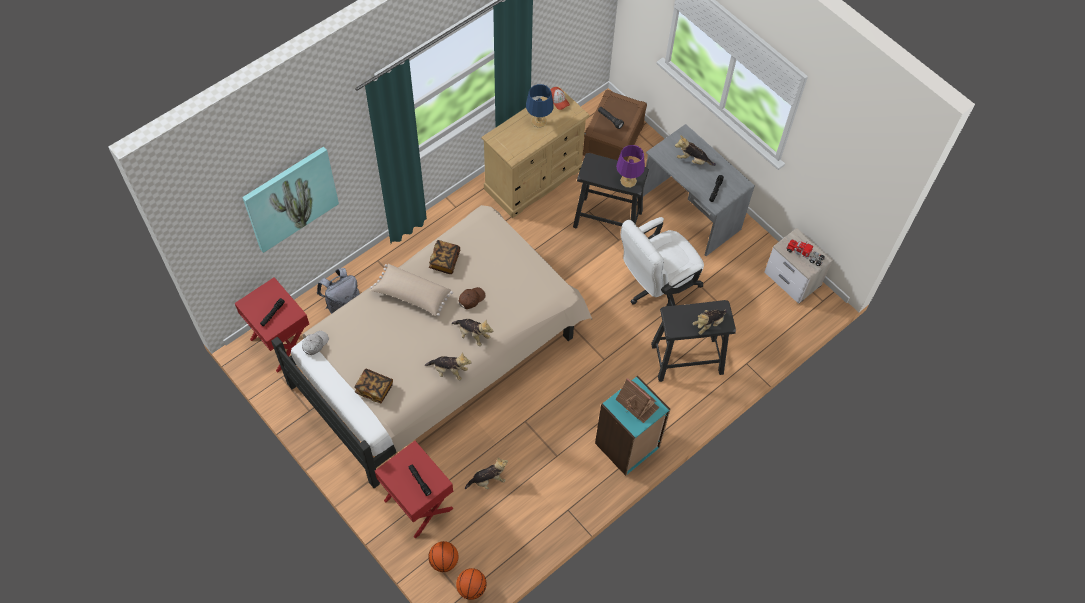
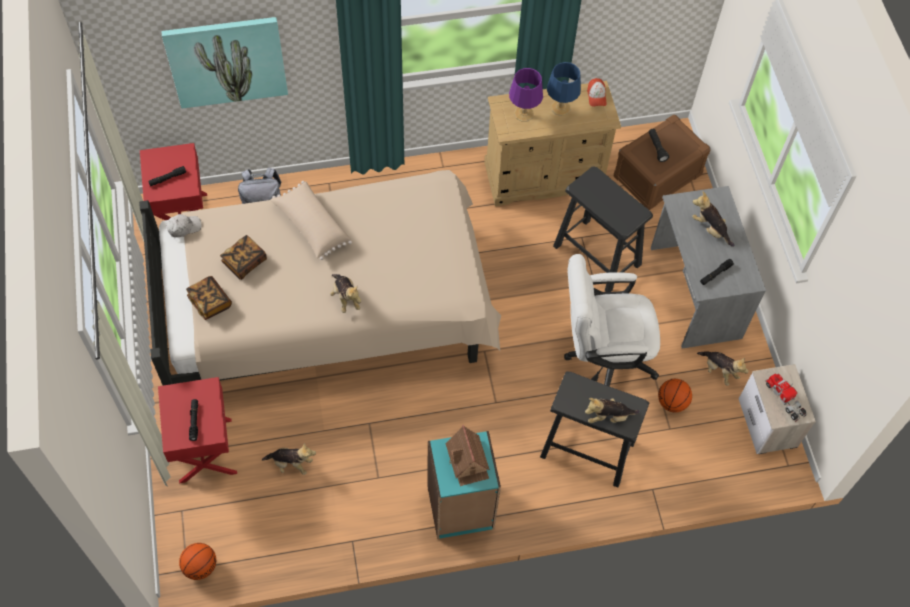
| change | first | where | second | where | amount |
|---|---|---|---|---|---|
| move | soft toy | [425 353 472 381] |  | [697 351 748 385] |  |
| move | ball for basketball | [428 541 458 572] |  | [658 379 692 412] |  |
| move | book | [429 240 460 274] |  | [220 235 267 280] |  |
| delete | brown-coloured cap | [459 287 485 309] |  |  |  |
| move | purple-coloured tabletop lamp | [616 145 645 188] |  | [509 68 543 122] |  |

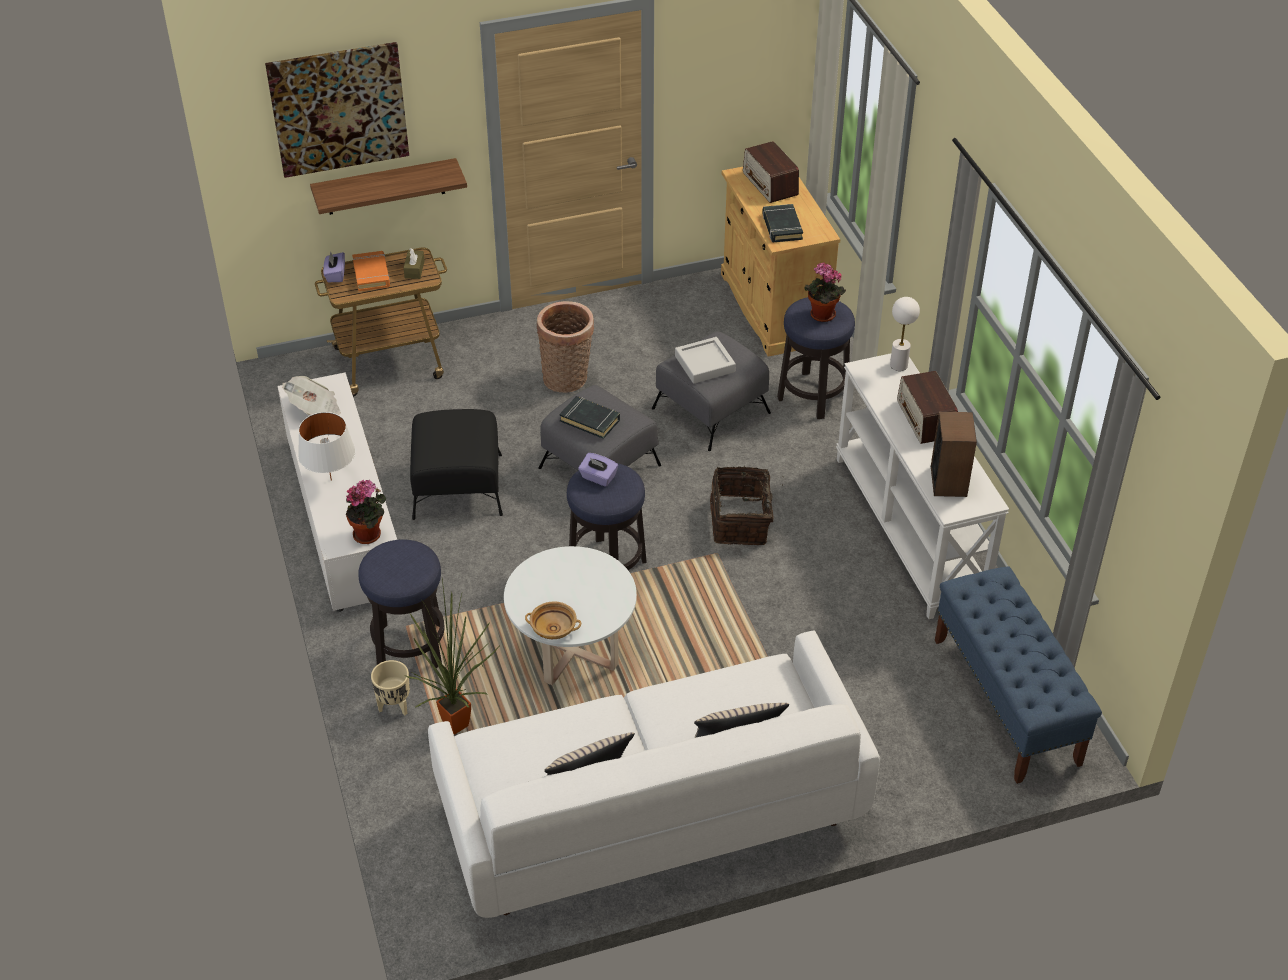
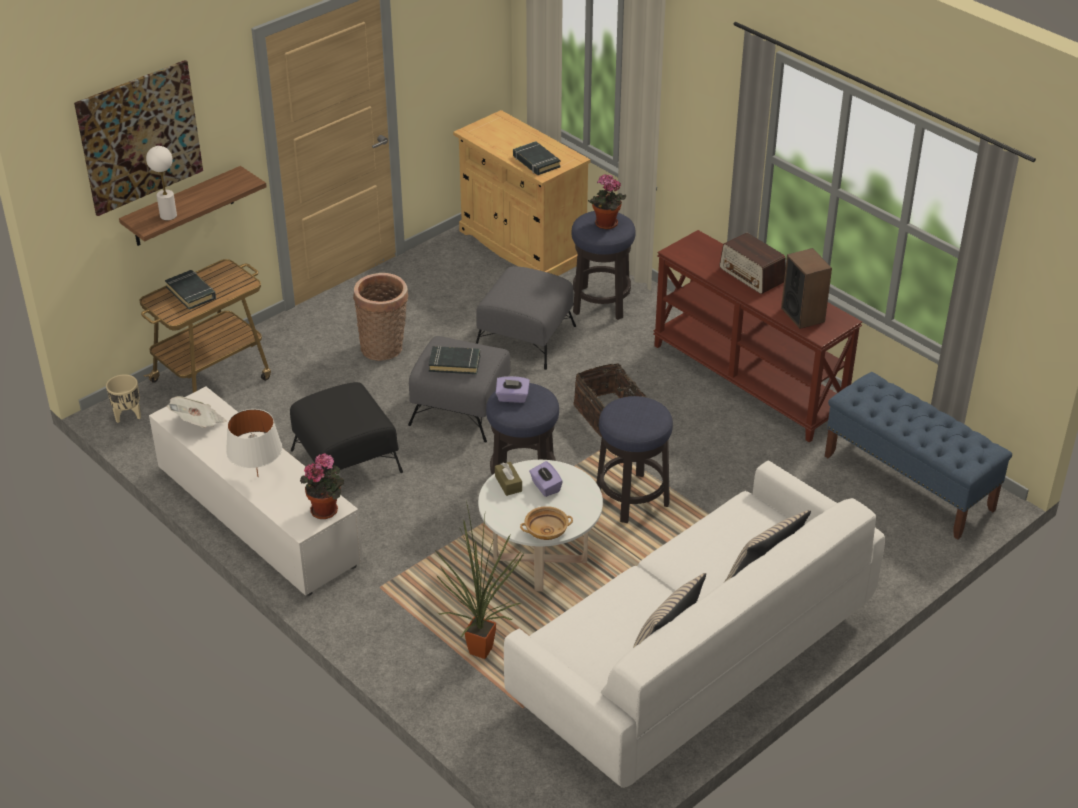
| change | first | where | second | where | amount |
|---|---|---|---|---|---|
| move | purple-coloured tissue holder | [323 251 345 282] |  | [529 461 563 497] |  |
| recolor | orange book | [352 251 390 291] | black-coloured book | [165 270 216 310] |  |
| move | stool seat | [358 539 445 668] |  | [597 396 673 523] |  |
| move | sand-coloured flower pot | [371 660 410 715] |  | [106 374 141 423] |  |
| move | brown-coloured tissue holder | [403 248 425 279] |  | [495 462 522 496] |  |
| delete | gray serving tray | [675 337 736 384] |  |  |  |
| delete | radio | [743 141 799 203] |  |  |  |
| recolor | whitish narrow table | [836 353 1009 619] | brown-coloured narrow table | [653 230 862 442] |  |
| move | whitish tabletop lamp | [890 297 920 371] |  | [146 146 177 220] |  |

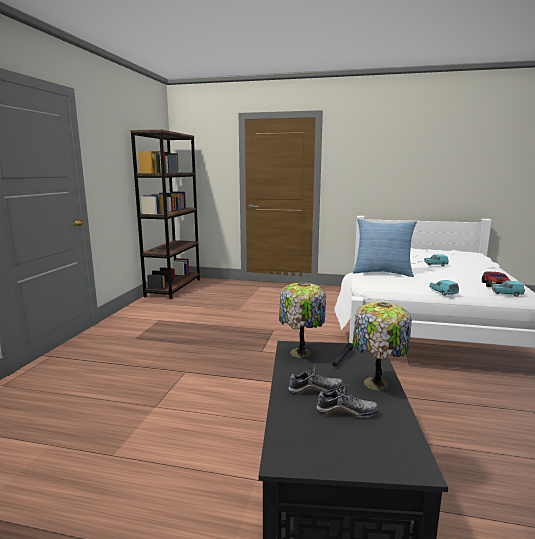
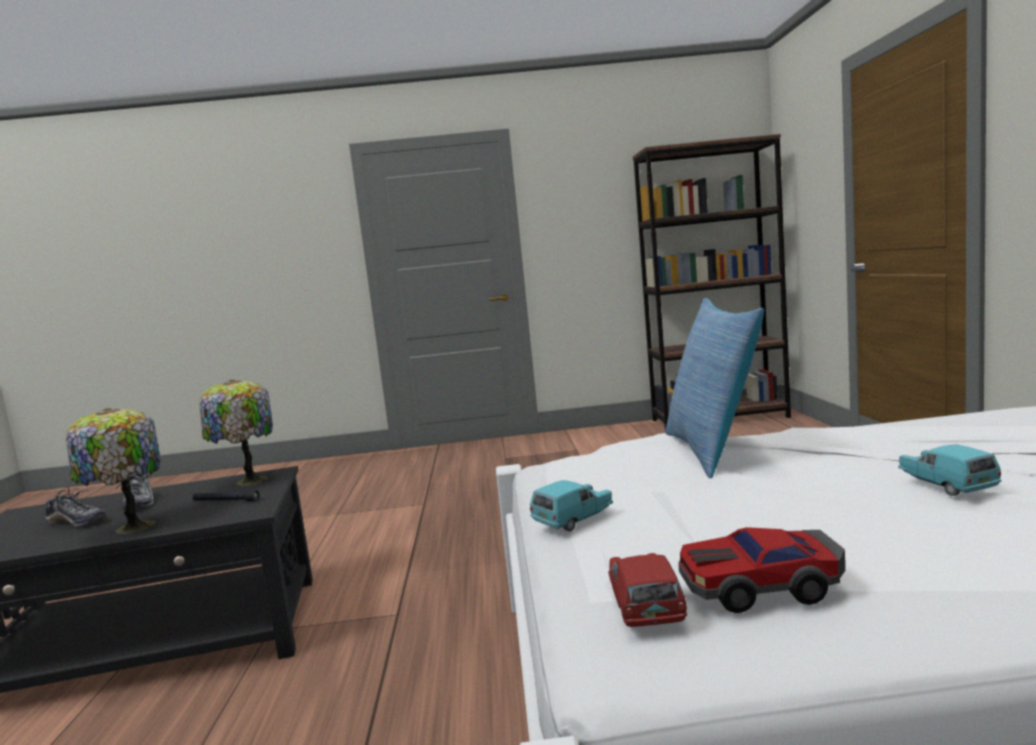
| change | first | where | second | where | amount |
|---|---|---|---|---|---|
| rotate | item of footwear | [316 384 379 418] |  | [45 487 106 526] | 60 degrees counterclockwise |
| recolor | blue-green model car | [491 281 525 297] | red model car | [608 553 687 627] |  |

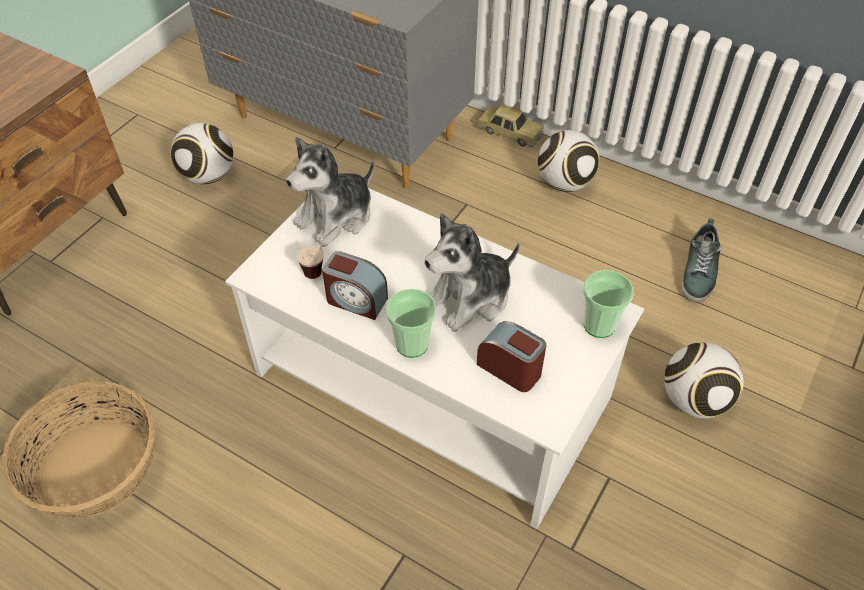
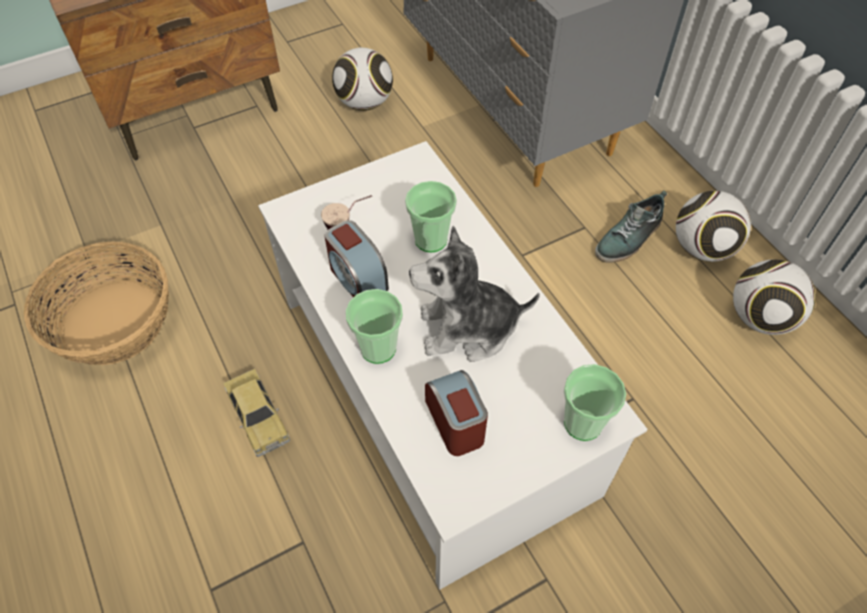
| change | first | where | second | where | amount |
|---|---|---|---|---|---|
| delete | soft toy | [286 137 374 247] |  |  |  |
| move | model car | [478 104 544 147] |  | [223 369 290 457] |  |
| move | football ball | [664 342 744 419] |  | [733 259 816 335] |  |
| move | item of footwear | [682 218 721 303] |  | [595 190 667 263] |  |
| insert |  |  | cup | [405 181 457 252] |  |

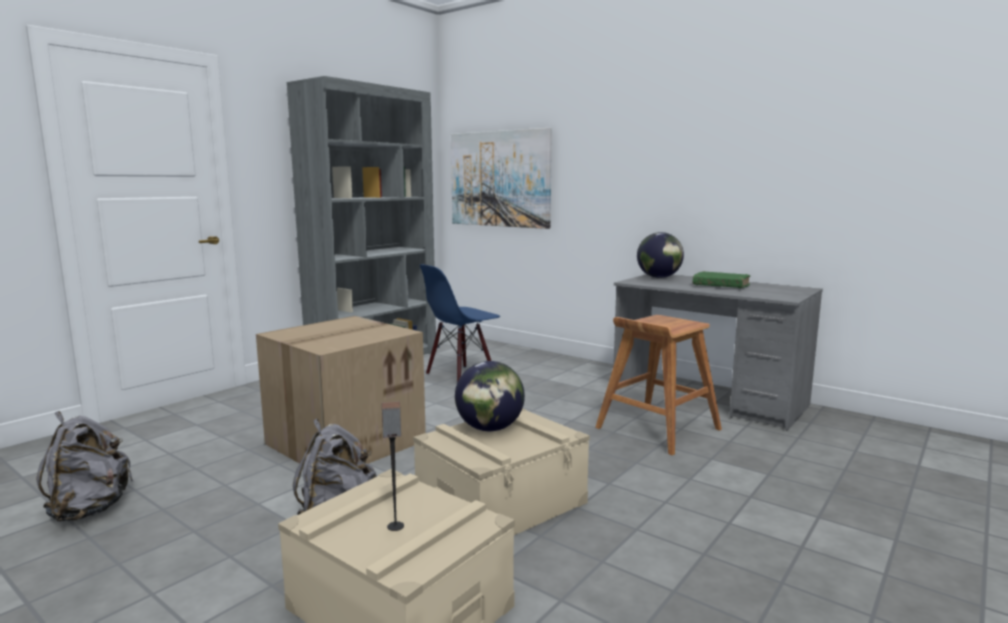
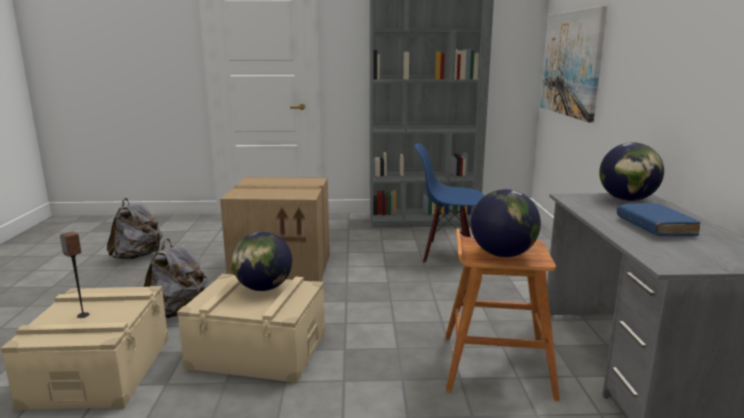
| change | first | where | second | where | amount |
|---|---|---|---|---|---|
| recolor | green book | [693 271 750 288] | blue-coloured book | [617 203 701 236] |  |
| insert |  |  | world globe | [471 189 541 257] |  |

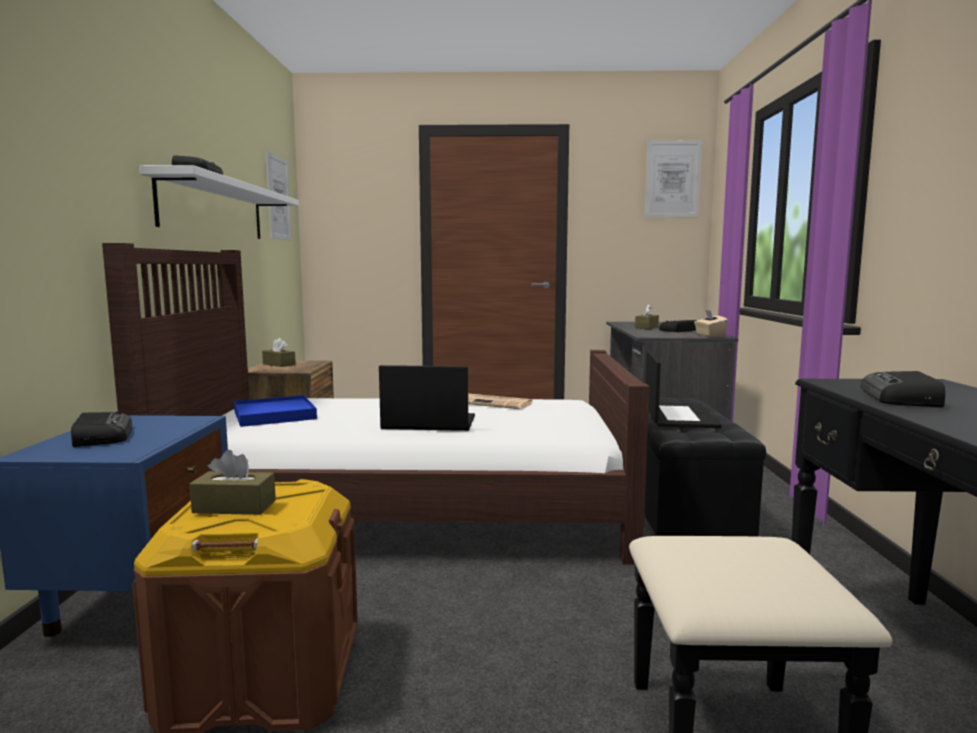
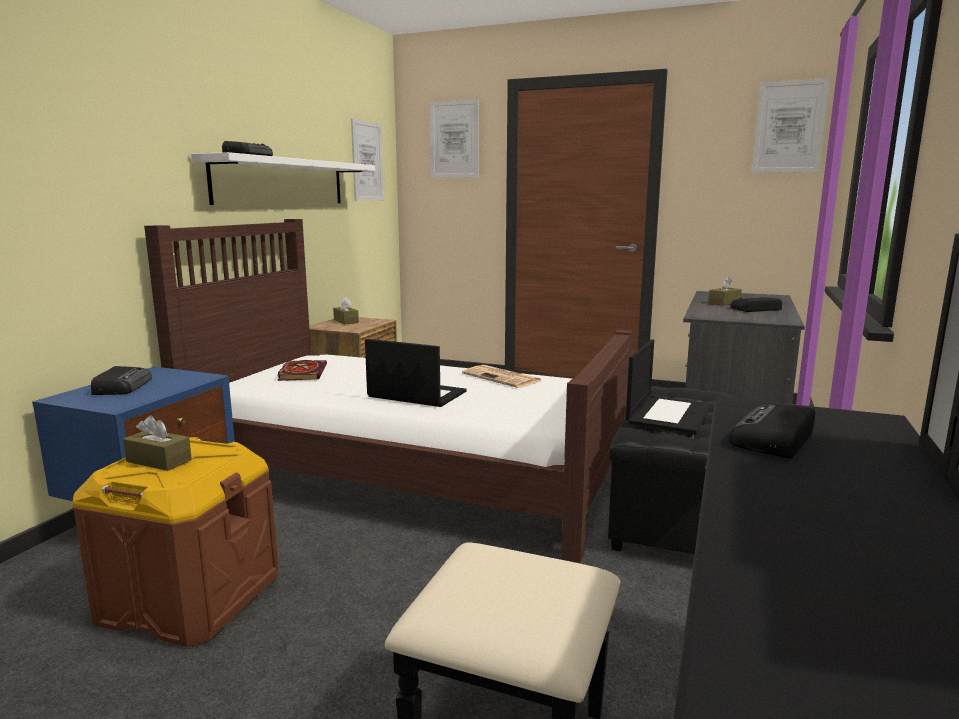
| change | first | where | second | where | amount |
|---|---|---|---|---|---|
| replace | blue-coloured serving tray | [234 395 317 427] | book | [277 360 327 381] |  |
| delete | sand-coloured tissue holder | [694 310 728 337] |  |  |  |
| insert |  |  | picture | [430 99 479 178] |  |

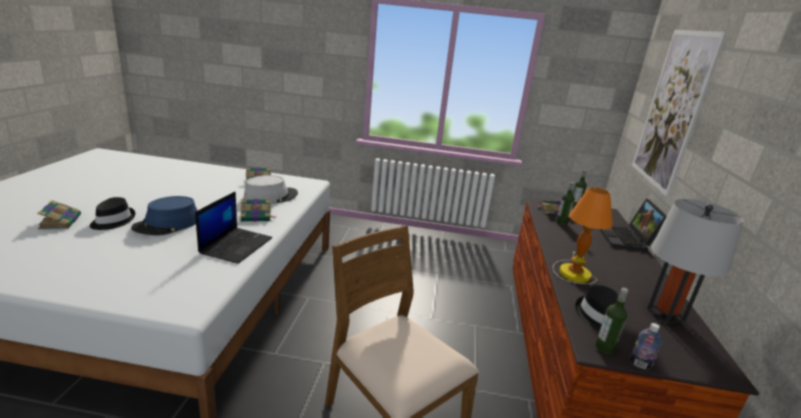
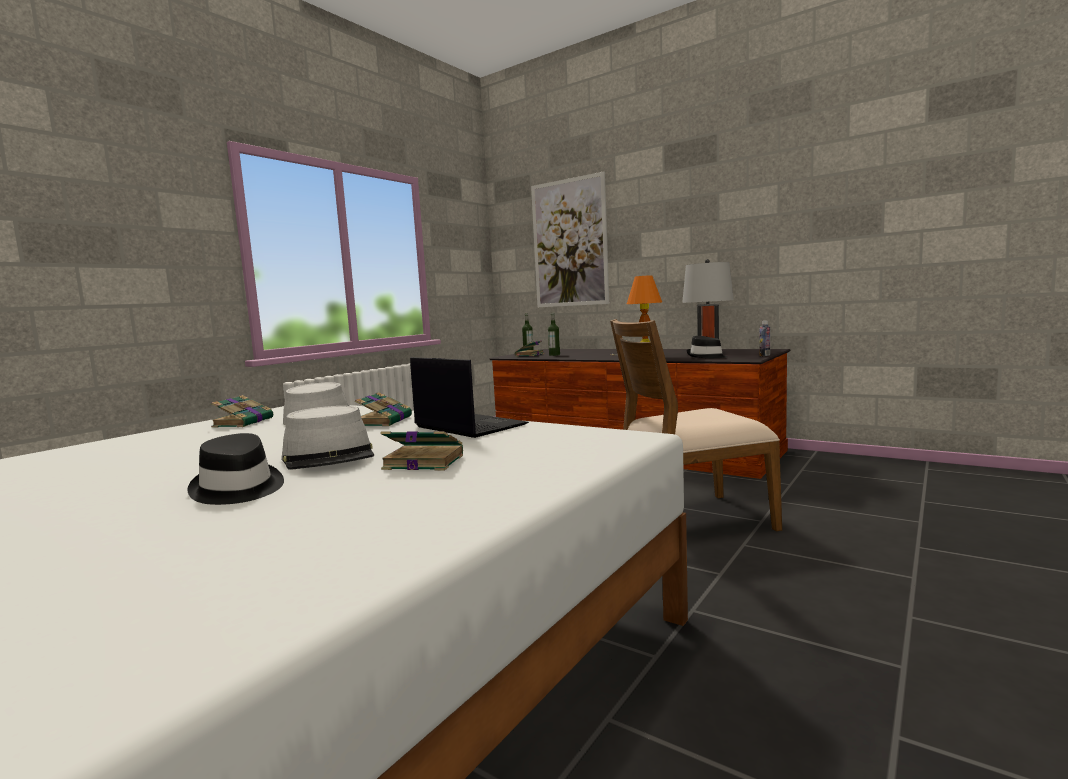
| change | first | where | second | where | amount |
|---|---|---|---|---|---|
| move | book | [37 200 81 229] |  | [380 431 463 471] |  |
| recolor | blue-coloured clothing hat | [131 196 198 235] | gray clothing hat | [281 406 374 470] |  |
| delete | bottle | [595 288 628 354] |  |  |  |
| delete | notebook computer | [599 199 667 251] |  |  |  |

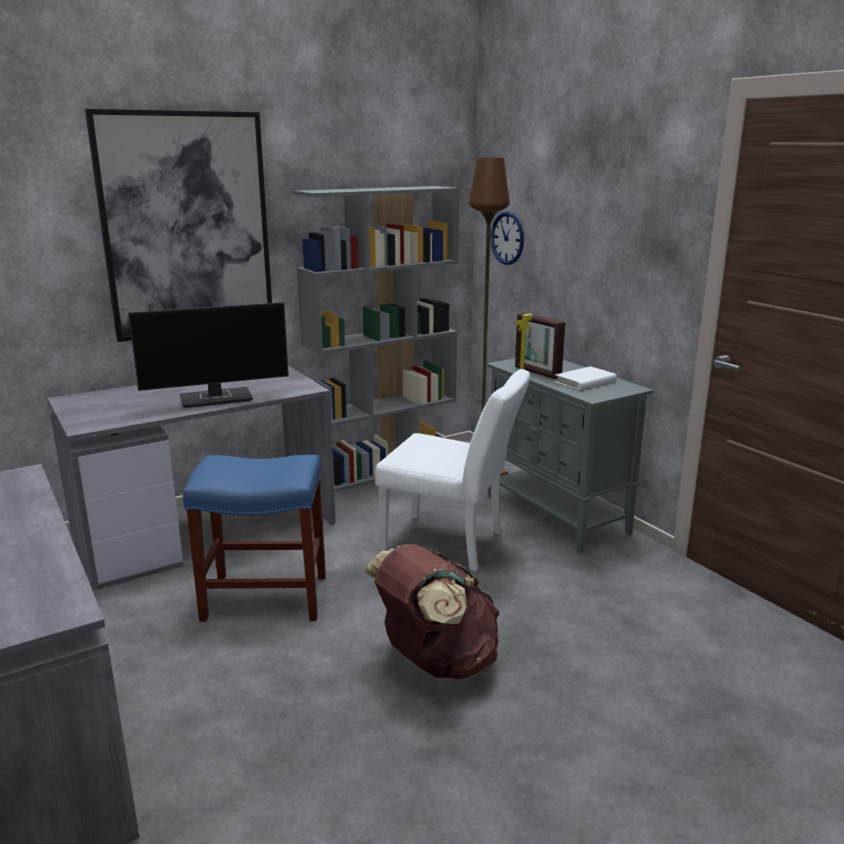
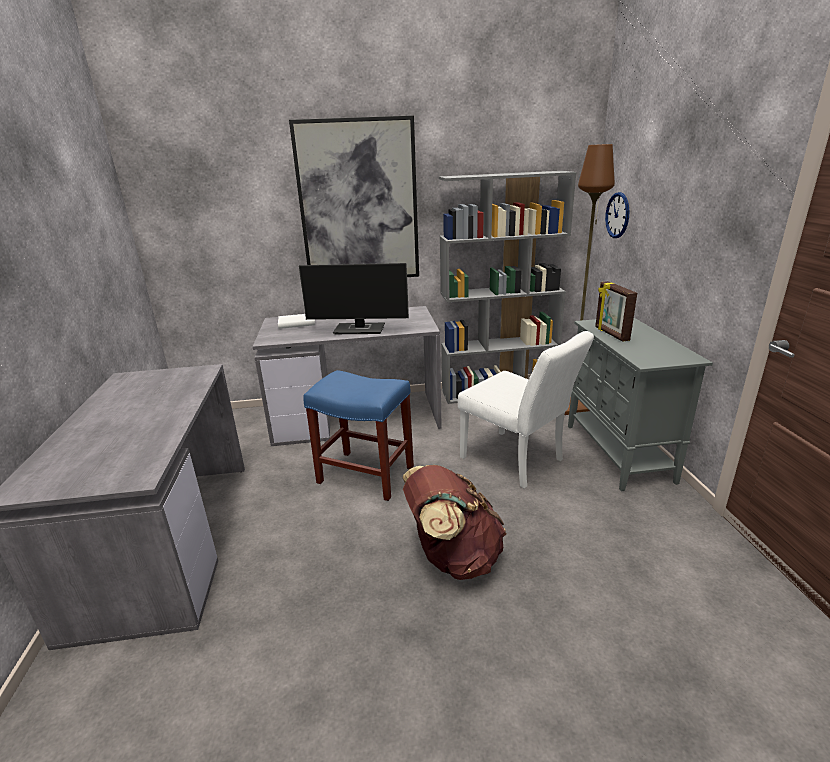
| change | first | where | second | where | amount |
|---|---|---|---|---|---|
| move | whitish book | [555 366 617 390] |  | [278 314 315 329] |  |

